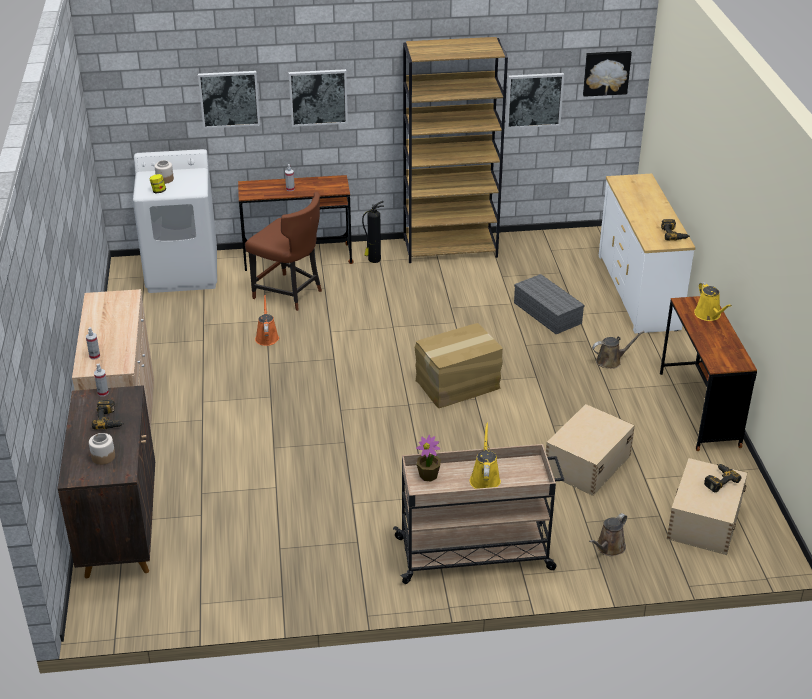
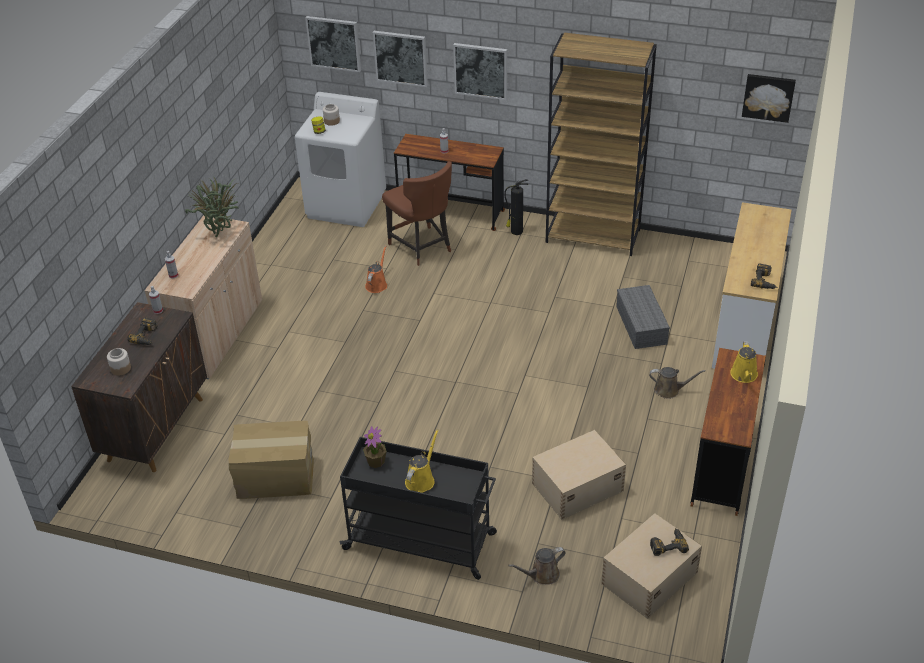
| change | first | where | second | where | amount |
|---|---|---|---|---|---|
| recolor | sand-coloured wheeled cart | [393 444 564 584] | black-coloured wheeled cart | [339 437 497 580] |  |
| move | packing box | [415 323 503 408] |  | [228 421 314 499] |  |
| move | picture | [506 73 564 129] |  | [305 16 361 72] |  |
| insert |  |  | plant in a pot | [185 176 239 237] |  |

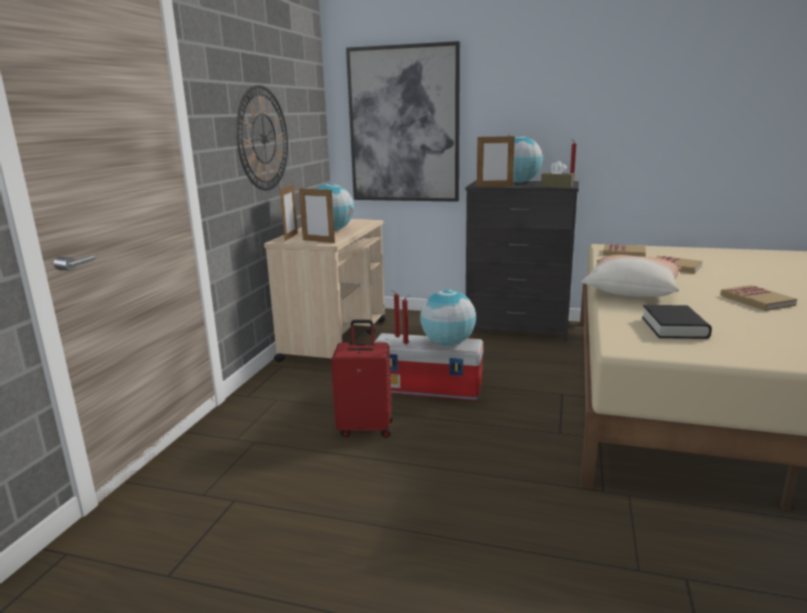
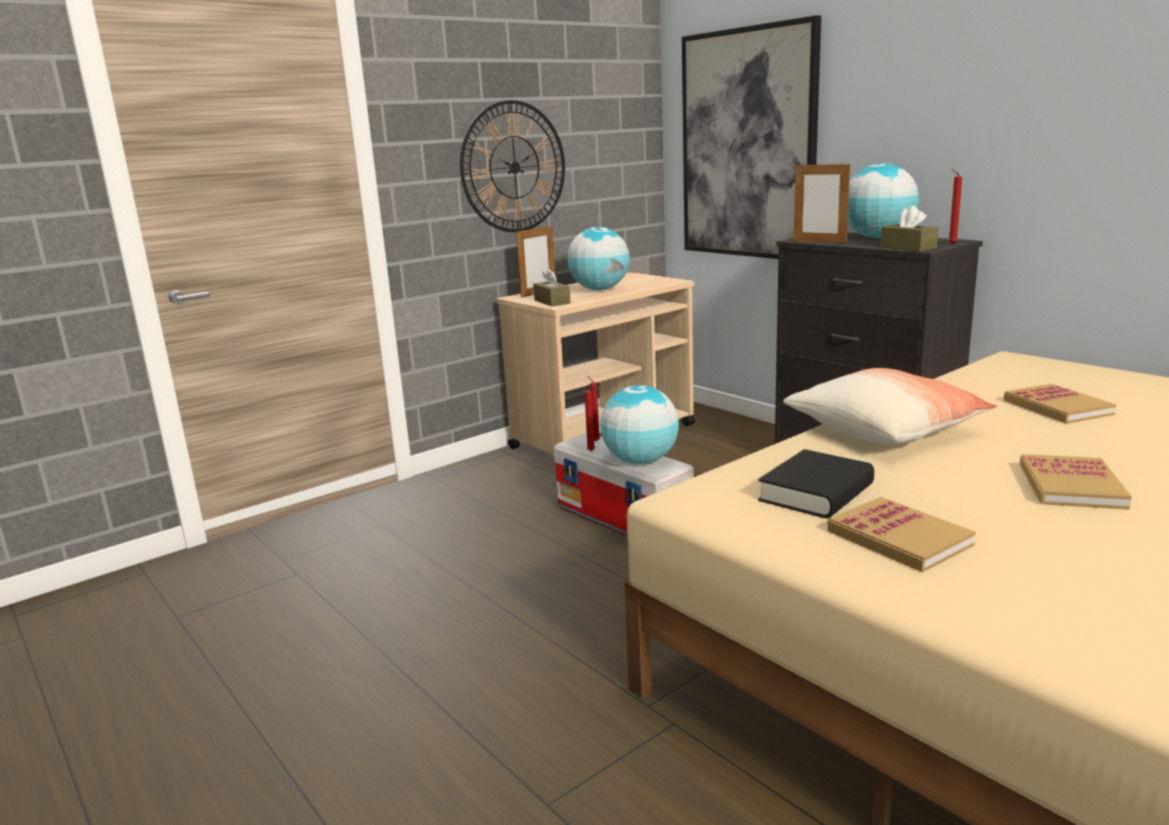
| change | first | where | second | where | amount |
|---|---|---|---|---|---|
| replace | photo frame | [299 187 335 243] | brown-coloured tissue holder | [534 268 571 306] |  |
| delete | red suitcase | [331 320 393 437] |  |  |  |
| move | book | [603 244 646 257] |  | [827 497 976 572] |  |

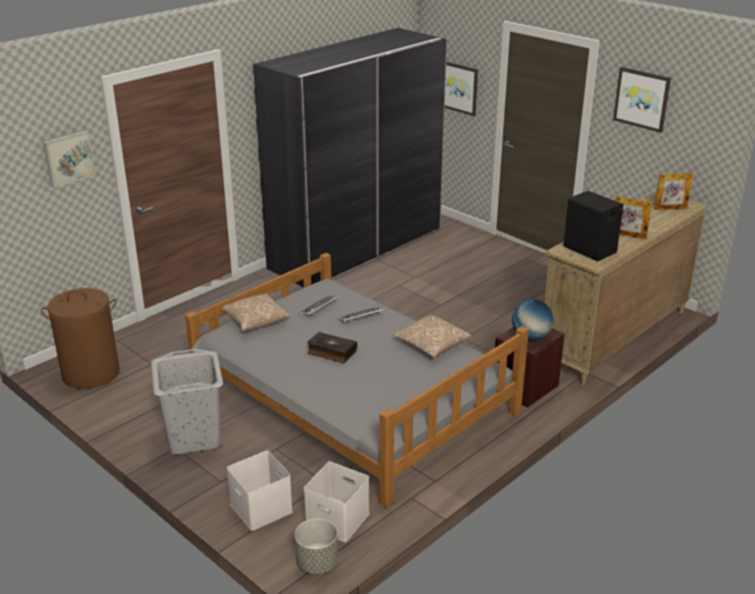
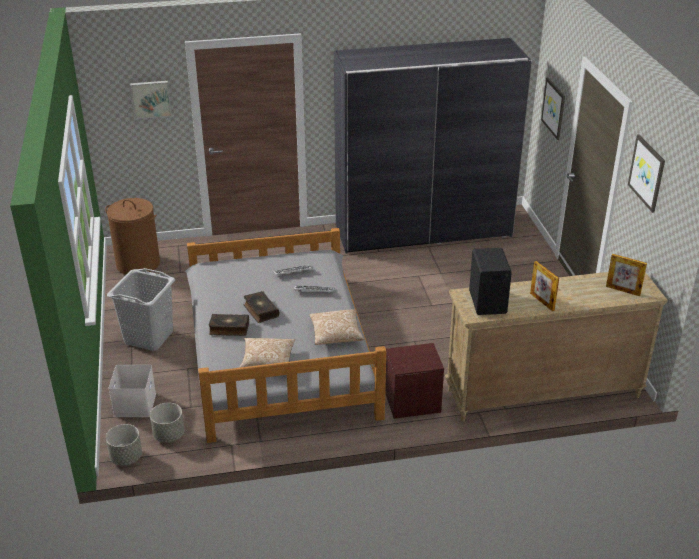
| change | first | where | second | where | amount |
|---|---|---|---|---|---|
| move | cushion | [222 293 290 331] |  | [239 338 295 368] |  |
| replace | whitish storage bin | [304 461 370 542] | gray flower pot | [150 403 184 443] |  |
| delete | world globe | [512 299 553 340] |  |  |  |
| insert |  |  | book | [209 314 249 336] |  |

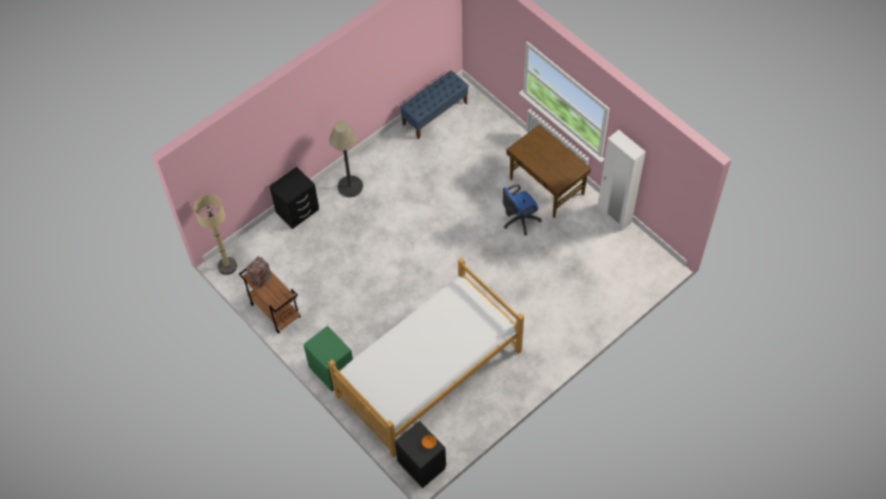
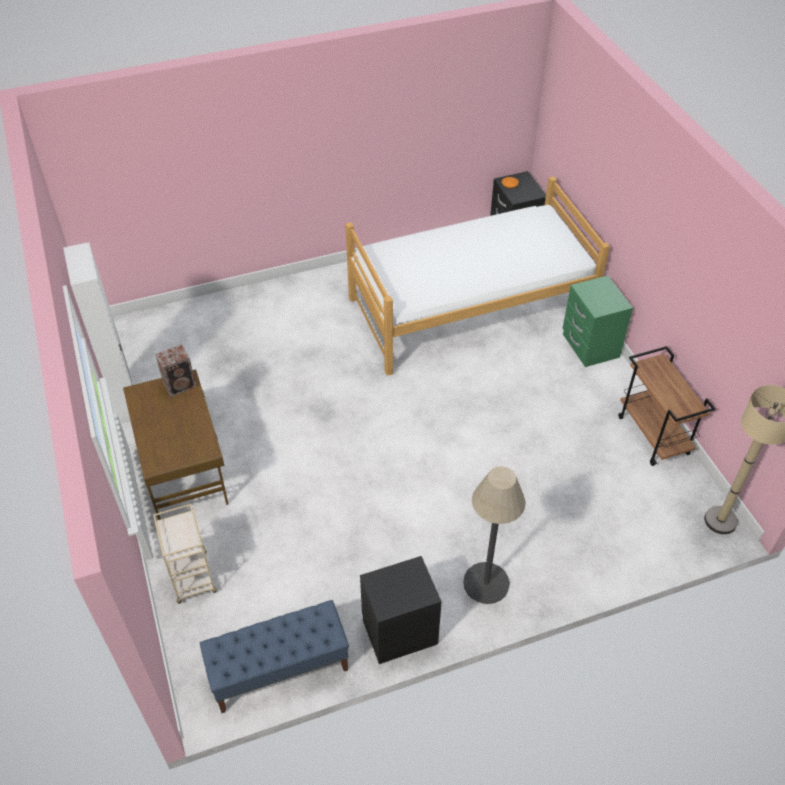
| change | first | where | second | where | amount |
|---|---|---|---|---|---|
| move | audio speaker | [246 256 272 289] |  | [155 344 196 397] |  |
| move | black-coloured night table | [270 167 319 229] |  | [360 556 442 664] |  |
| delete | blue-coloured desk chair | [503 184 542 235] |  |  |  |
| insert |  |  | sand-coloured wheeled cart | [153 504 217 604] |  |

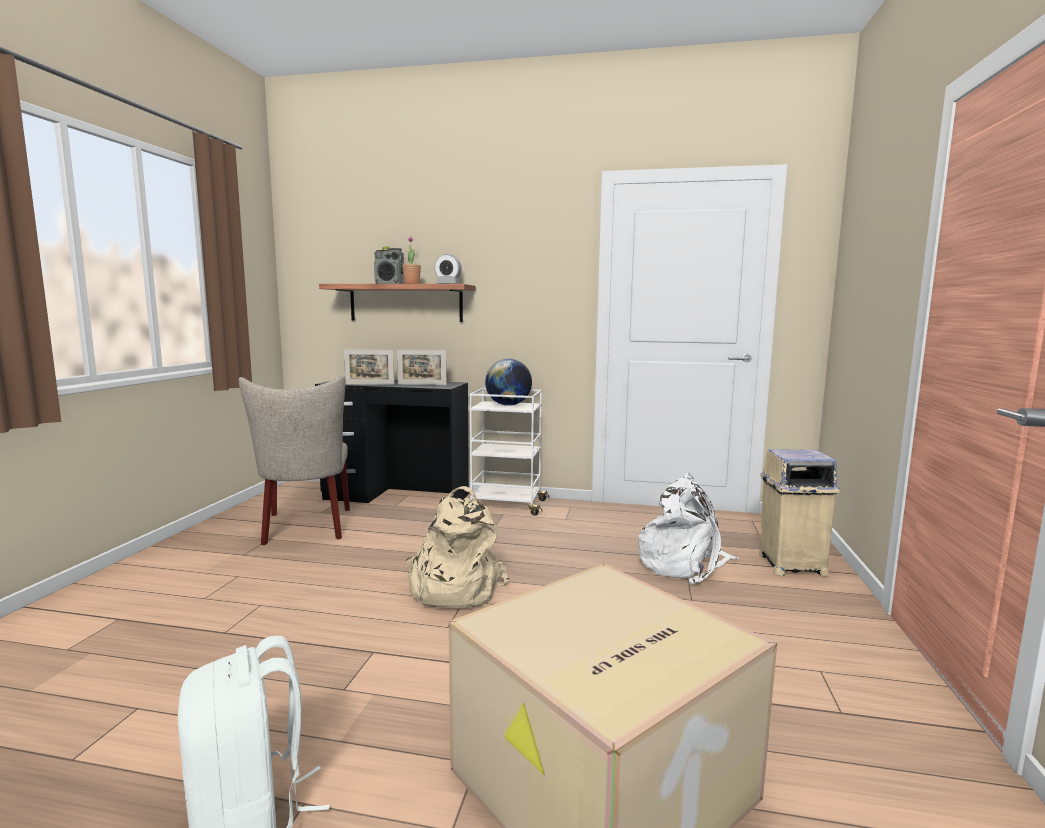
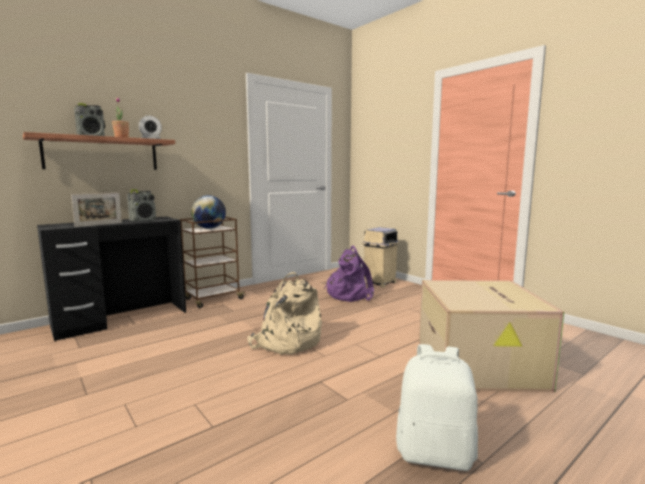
| change | first | where | second | where | amount |
|---|---|---|---|---|---|
| delete | sand-coloured plain chair | [239 375 350 545] |  |  |  |
| replace | photo frame | [397 349 447 385] | radio | [127 189 156 222] |  |
| recolor | whitish wheeled cart | [470 388 550 516] | brown-coloured wheeled cart | [180 217 246 308] |  |
| recolor | whitish knapsack | [638 473 739 585] | purple-coloured knapsack | [324 246 374 302] |  |

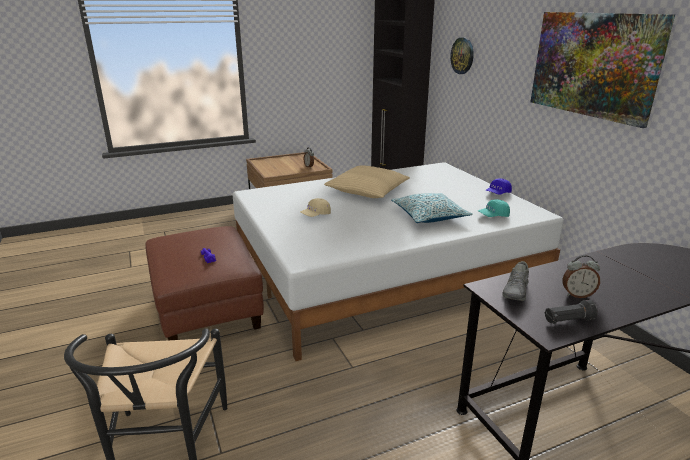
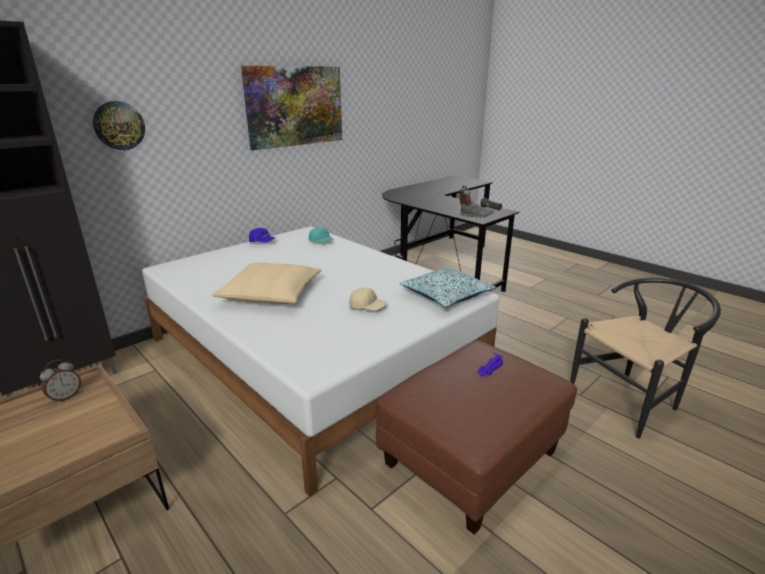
| change | first | where | second | where | amount |
|---|---|---|---|---|---|
| move | cushion | [391 193 473 223] |  | [400 267 496 308] |  |

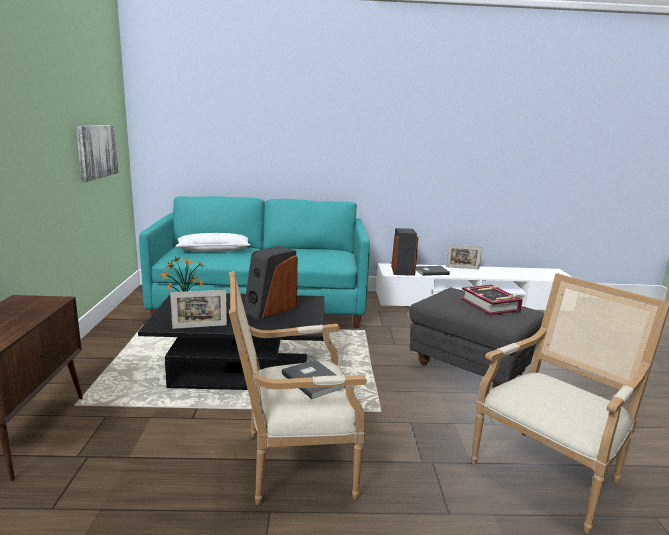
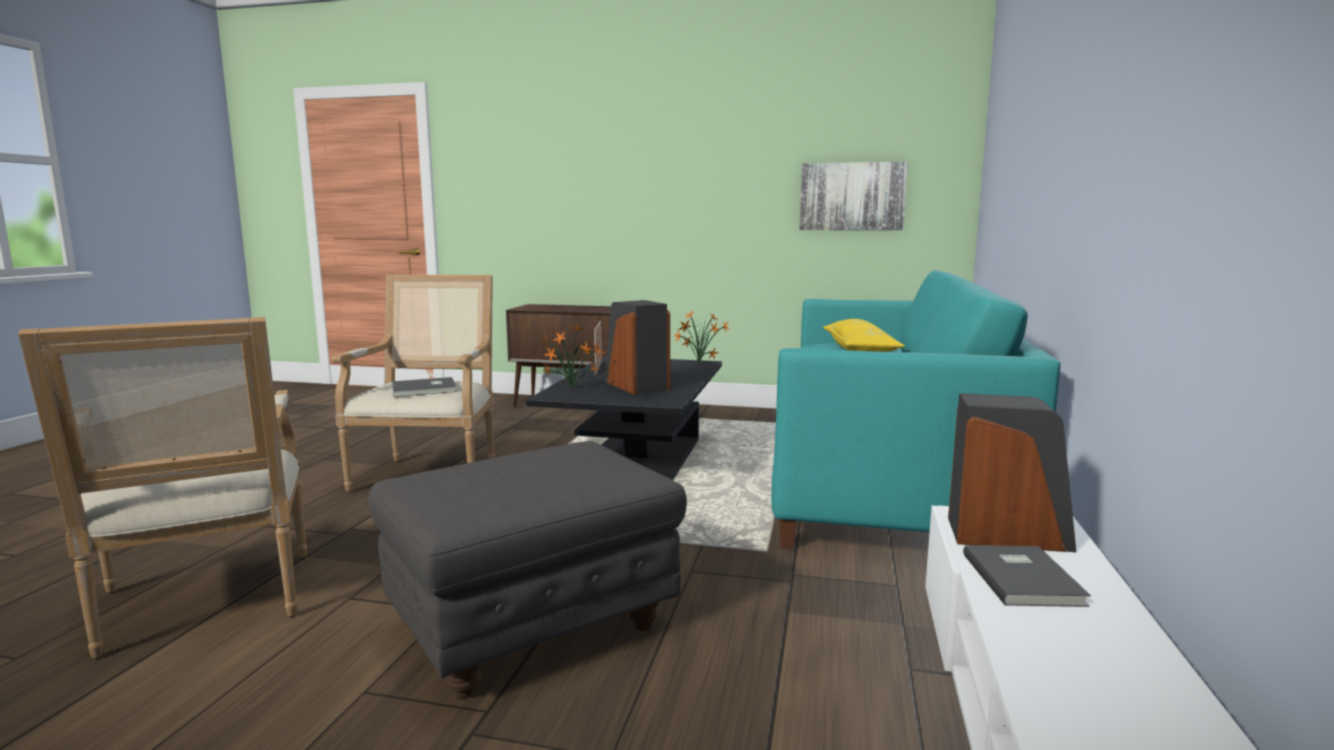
| change | first | where | second | where | amount |
|---|---|---|---|---|---|
| recolor | whitish cushion | [175 233 250 252] | yellow cushion | [823 319 905 352] |  |
| delete | photo frame | [446 245 482 269] |  |  |  |
| delete | book | [461 284 523 316] |  |  |  |
| insert |  |  | plant in a pot | [541 324 605 388] |  |

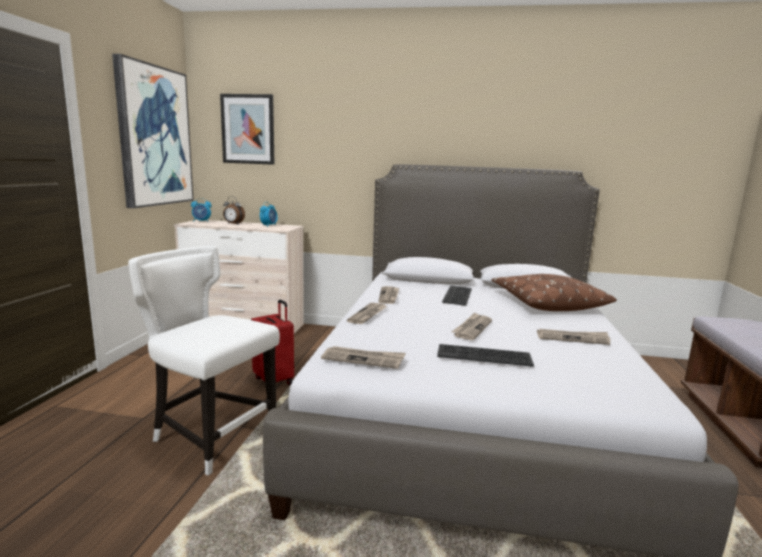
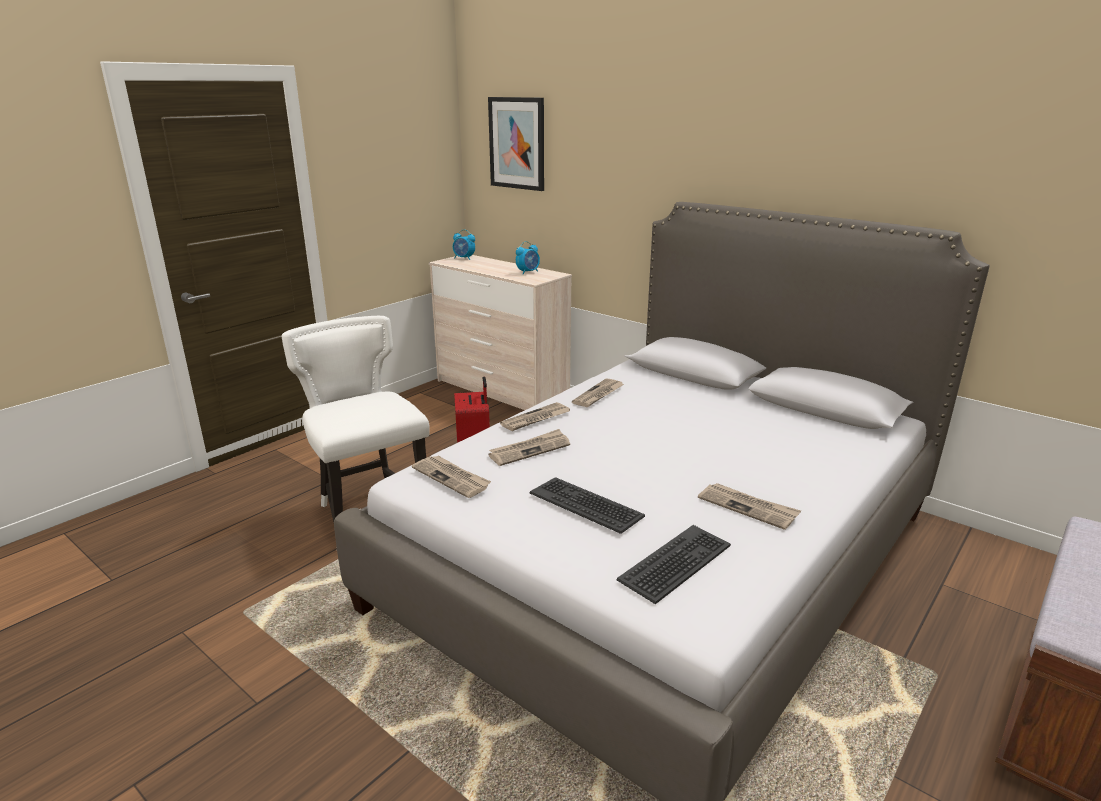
| change | first | where | second | where | amount |
|---|---|---|---|---|---|
| delete | picture | [112 54 194 208] |  |  |  |
| delete | alarm clock | [223 197 245 224] |  |  |  |
| move | computer keyboard | [442 285 472 306] |  | [617 525 731 604] |  |
| move | printed paper | [452 312 492 340] |  | [489 429 570 466] |  |
| delete | brown-coloured cushion | [492 274 617 311] |  |  |  |

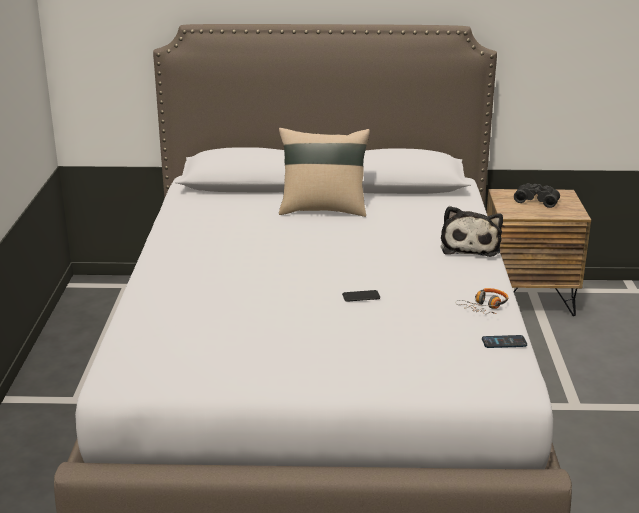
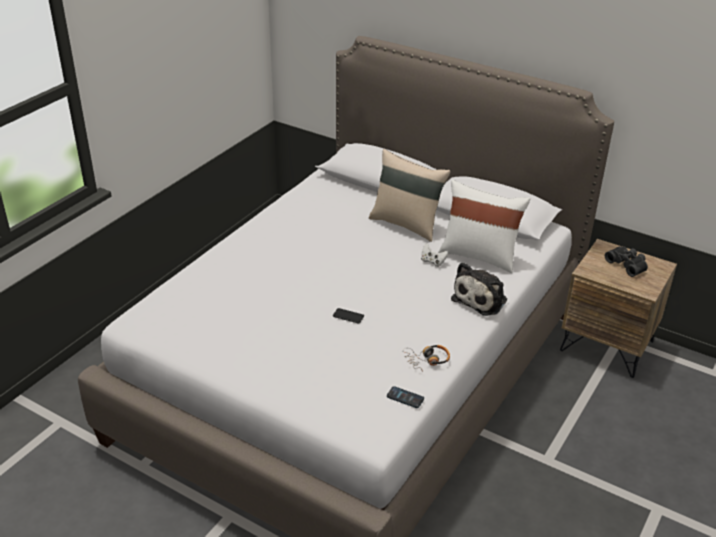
| change | first | where | second | where | amount |
|---|---|---|---|---|---|
| insert |  |  | whitish game controller | [421 243 448 267] |  |
| insert |  |  | whitish cushion | [438 180 530 273] |  |

